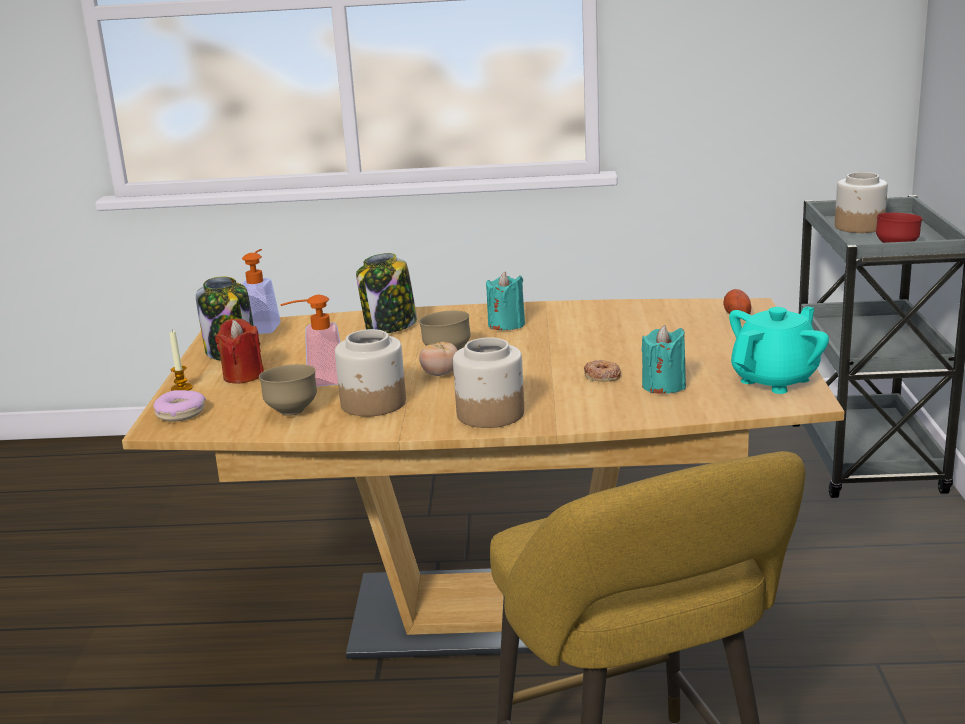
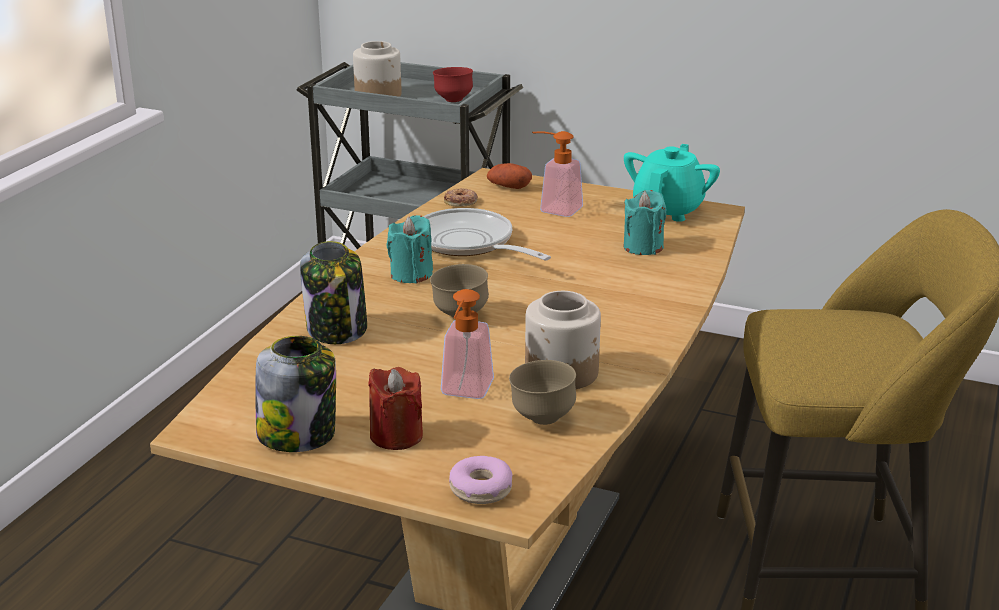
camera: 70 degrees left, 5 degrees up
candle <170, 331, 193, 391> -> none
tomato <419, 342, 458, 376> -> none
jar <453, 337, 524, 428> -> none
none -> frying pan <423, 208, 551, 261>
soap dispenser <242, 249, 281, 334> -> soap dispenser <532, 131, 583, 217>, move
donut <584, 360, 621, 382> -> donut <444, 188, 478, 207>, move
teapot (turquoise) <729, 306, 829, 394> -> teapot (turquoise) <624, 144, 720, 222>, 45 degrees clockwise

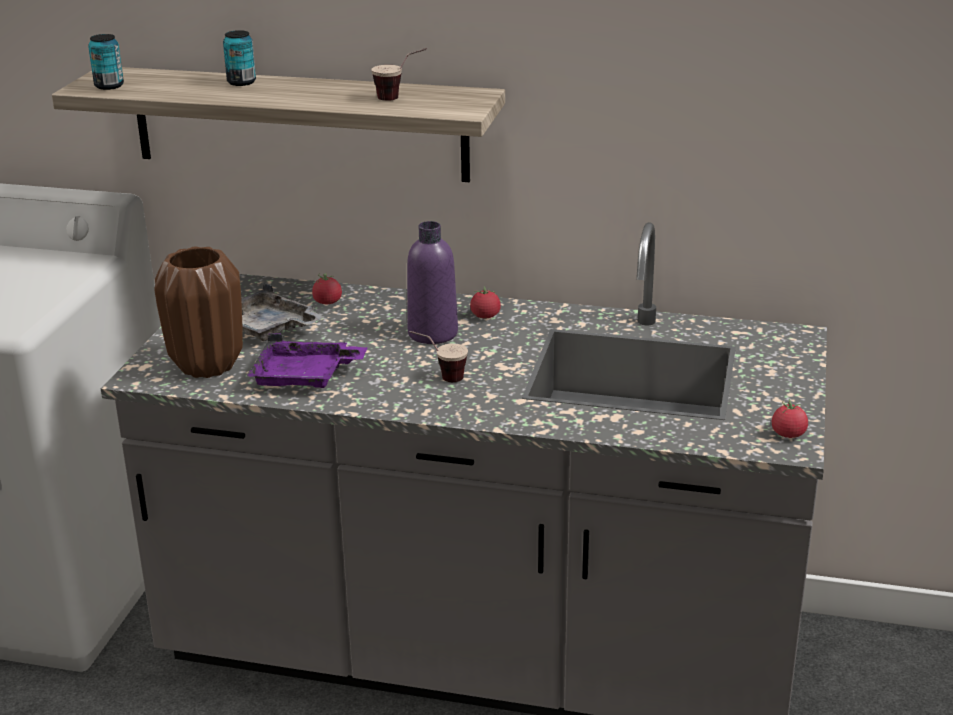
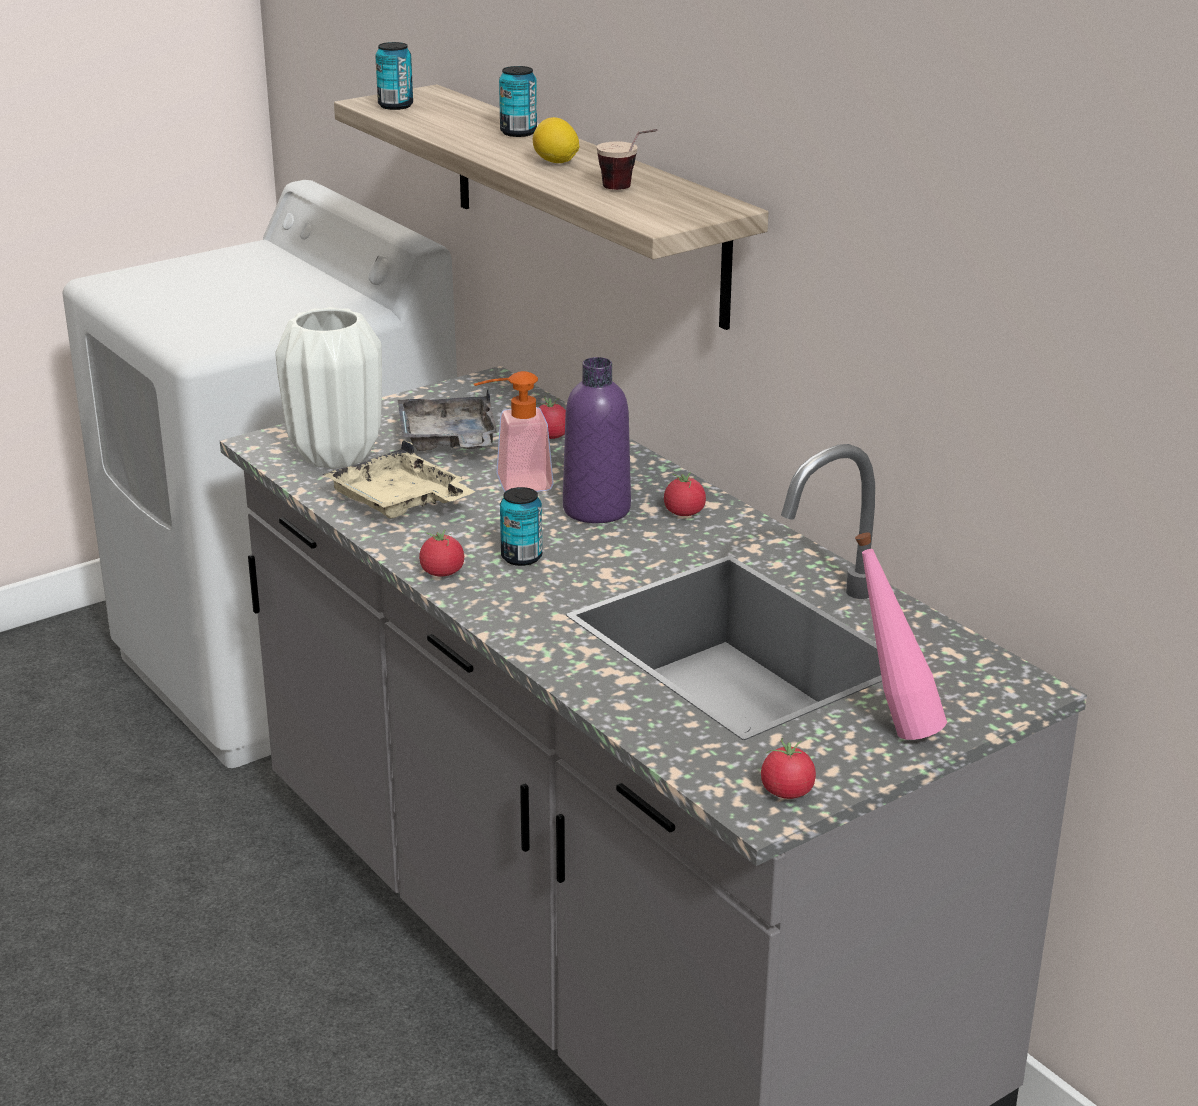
camera: 40 degrees right, 0 degrees up
none -> tomato <419, 529, 464, 577>
none -> soap dispenser <474, 371, 554, 492>
none -> lemon <533, 117, 580, 163>
none -> bottle (pink) <855, 532, 947, 740>
cup <410, 331, 468, 382> -> can <500, 487, 542, 566>
vase (brown) <154, 246, 243, 378> -> vase (white) <276, 307, 382, 469>
tray (purple) <247, 333, 368, 388> -> tray (beige) <322, 440, 476, 519>

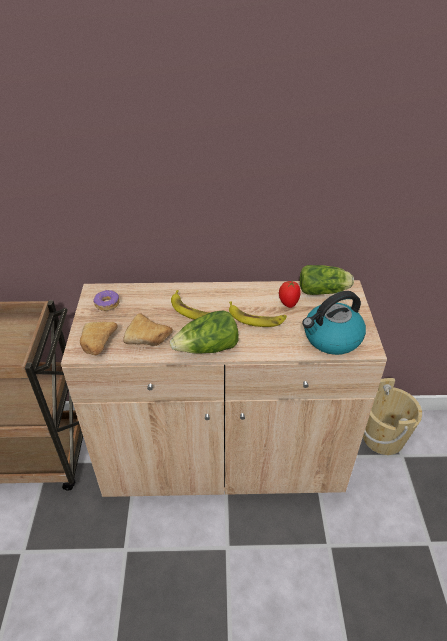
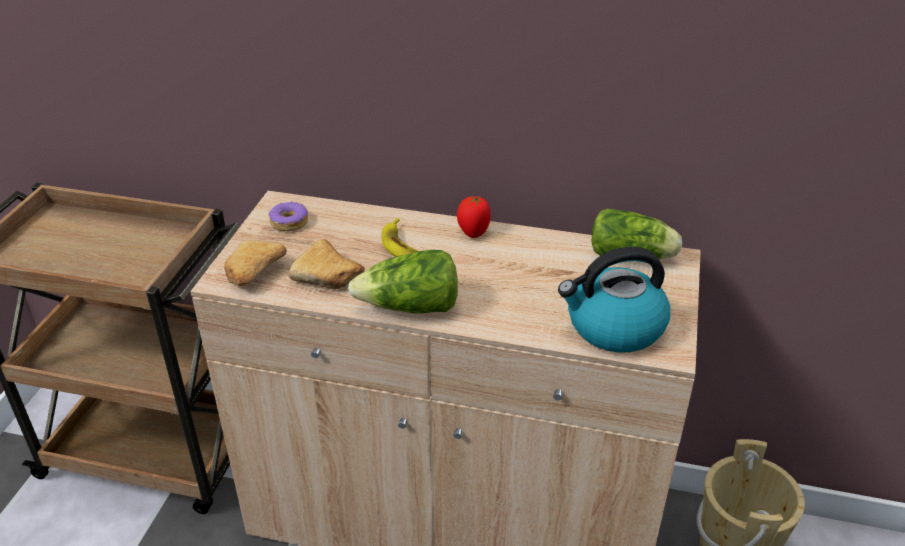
camera: 15 degrees right, 5 degrees down
banana <229, 302, 287, 327> -> none
tomato <279, 281, 301, 308> -> tomato <457, 196, 490, 238>, move

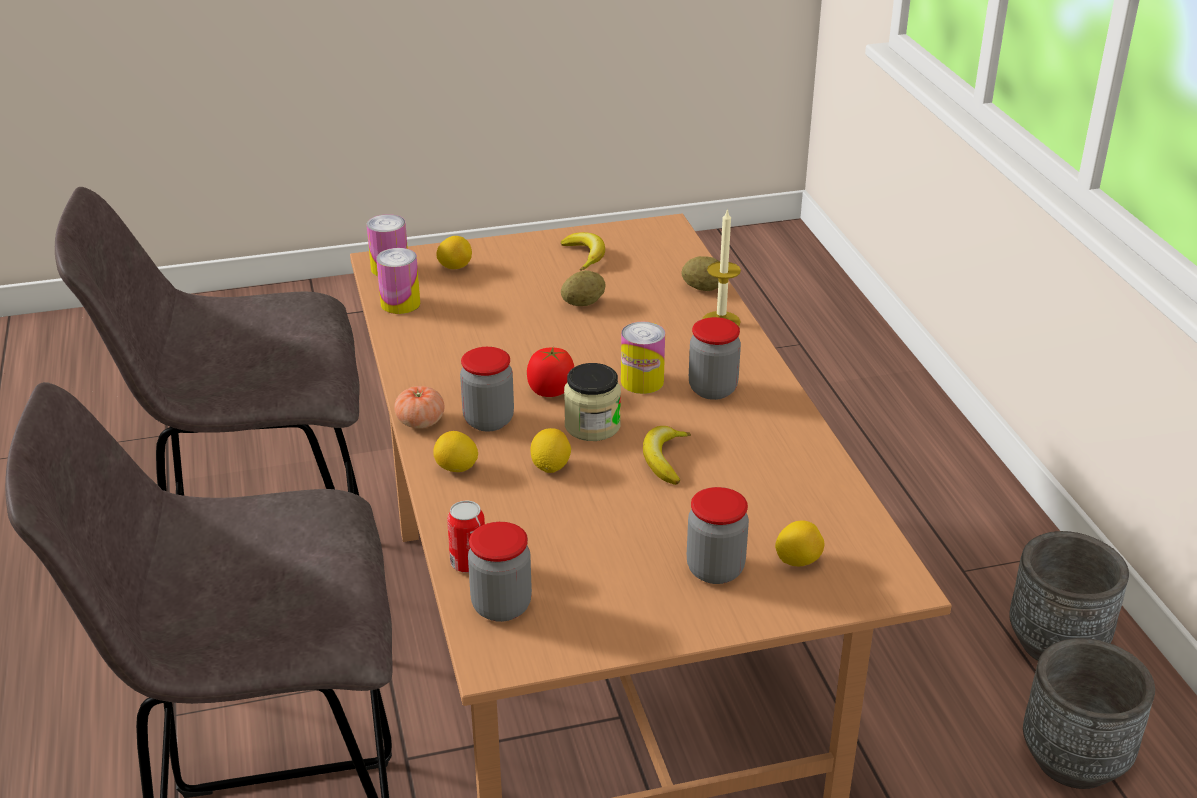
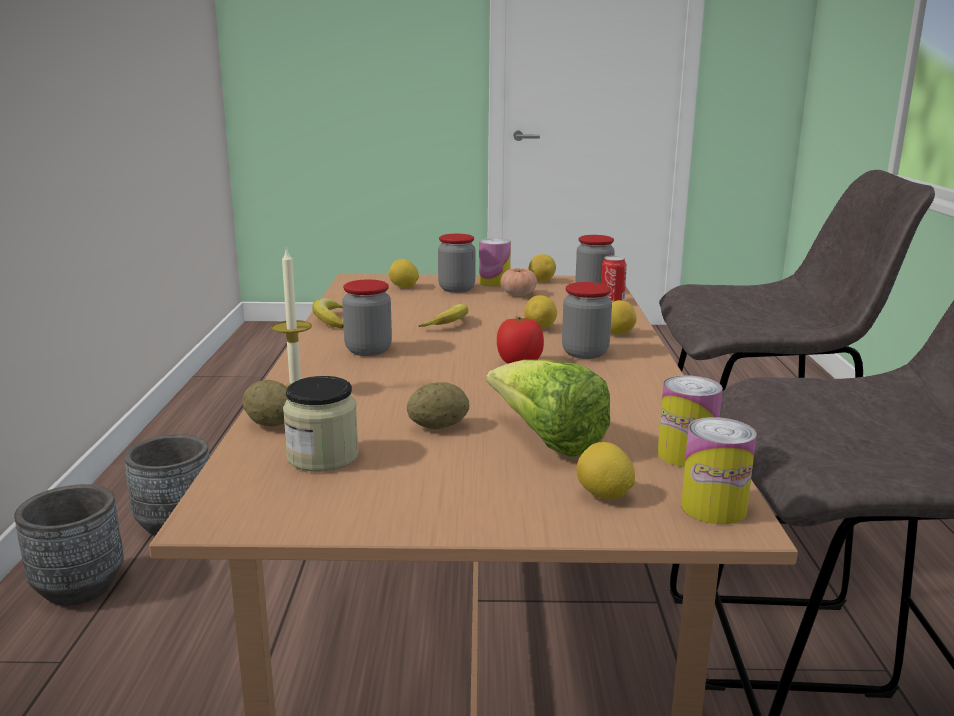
camera: 165 degrees left, 15 degrees down
none -> lettuce <486, 360, 610, 457>
none -> lemon <529, 254, 556, 282>
tomato <394, 386, 445, 428> -> tomato <501, 268, 537, 296>, move
banana <560, 232, 605, 271> -> banana <312, 298, 344, 328>, move
jar <564, 363, 621, 441> -> jar <283, 376, 359, 472>, move
can <621, 321, 665, 394> -> can <479, 238, 511, 287>, move

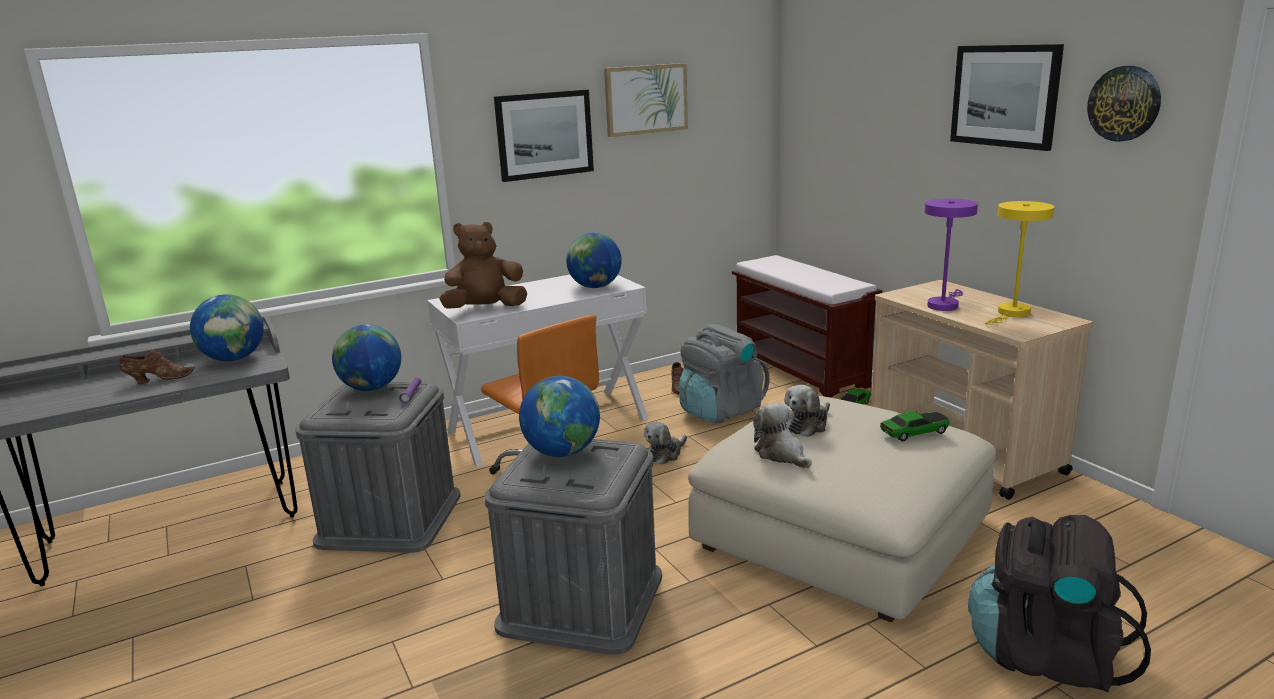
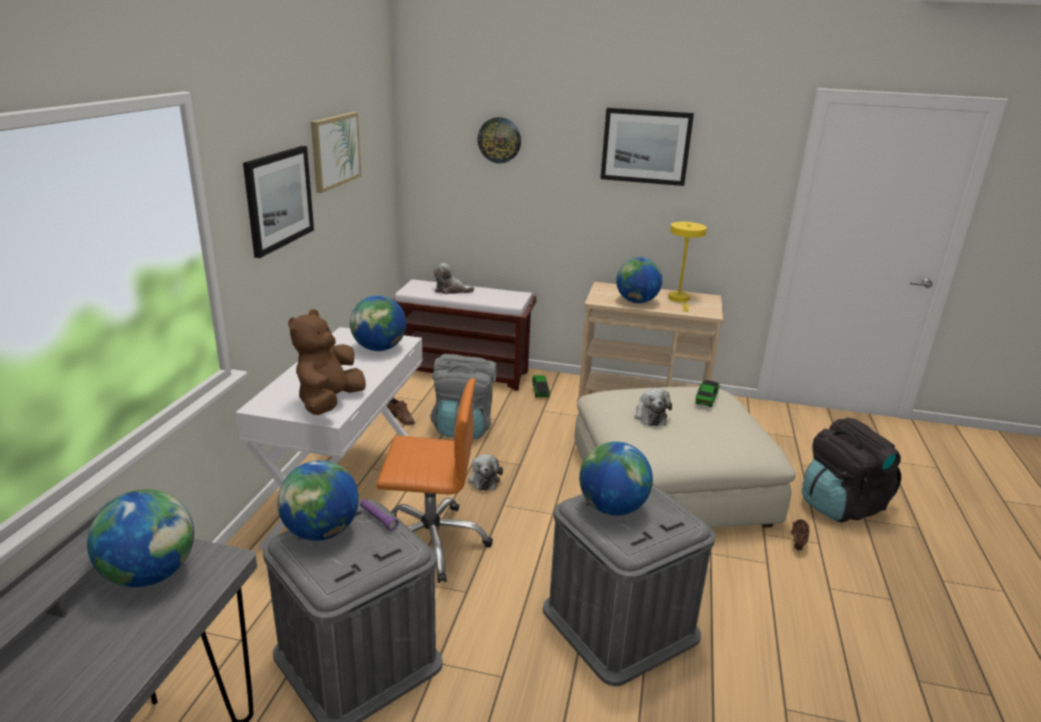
camera: 50 degrees left, 5 degrees up
shoe (brown) <120, 349, 195, 384> -> shoe (brown) <791, 519, 809, 550>, move
plush toy <753, 403, 812, 468> -> plush toy <433, 263, 474, 294>, move
wall clock <1087, 66, 1161, 142> -> wall clock <477, 117, 521, 164>, move
table lamp (purple) <925, 199, 978, 311> -> globe <616, 257, 662, 303>

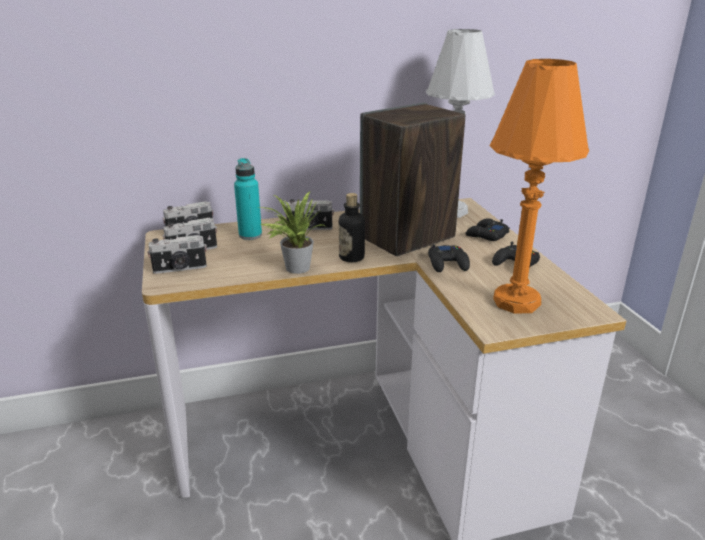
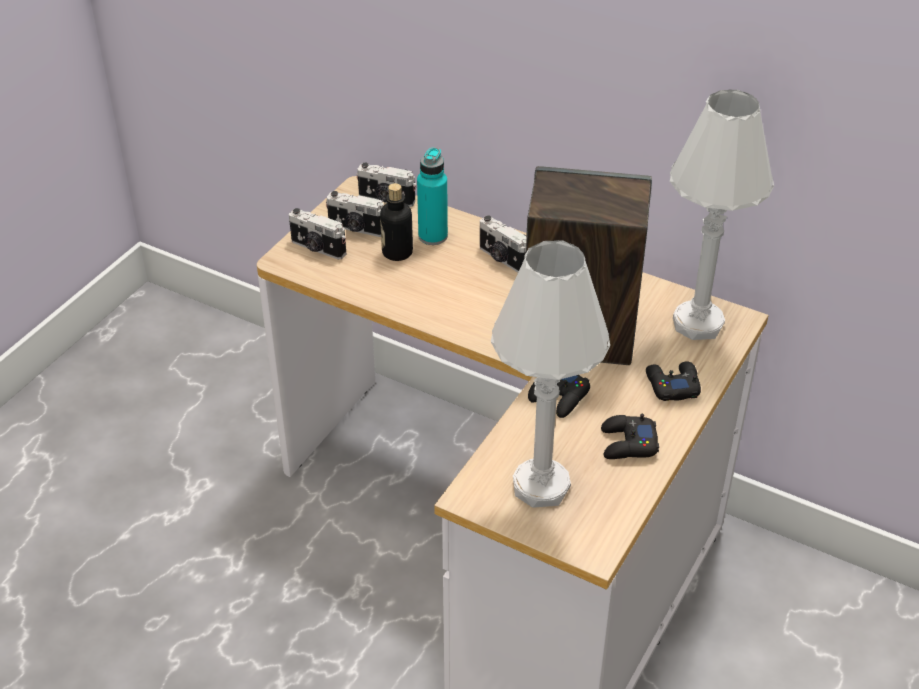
camera: 45 degrees right, 15 degrees up
potted plant <258, 192, 325, 274> -> none
bottle <339, 193, 365, 262> -> bottle <380, 183, 413, 261>, move
table lamp (orange) <490, 59, 589, 314> -> table lamp (white) <491, 240, 610, 508>

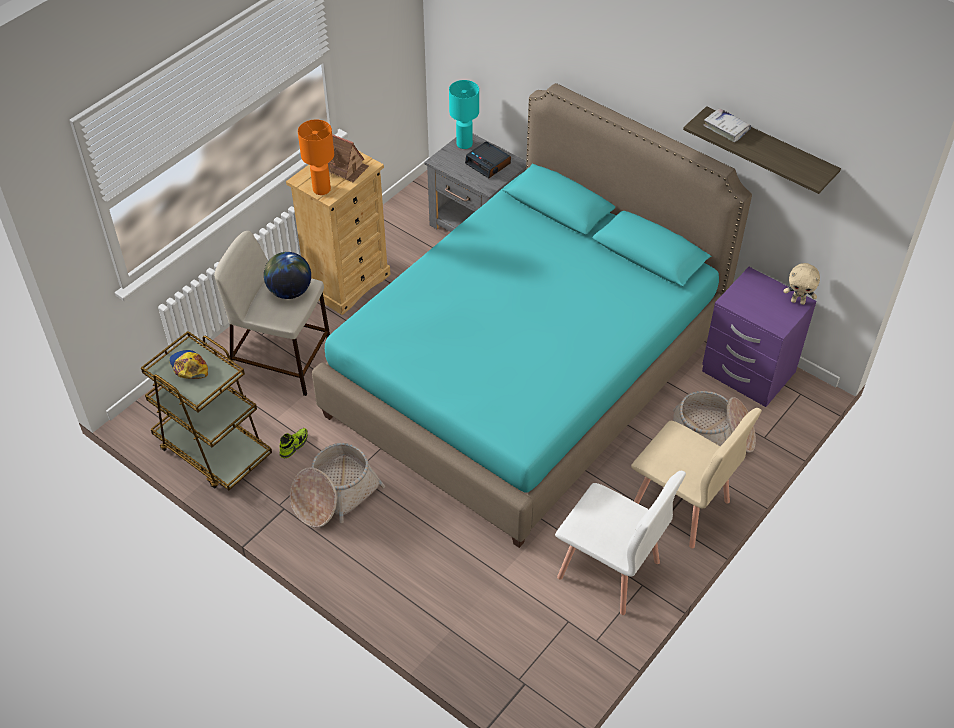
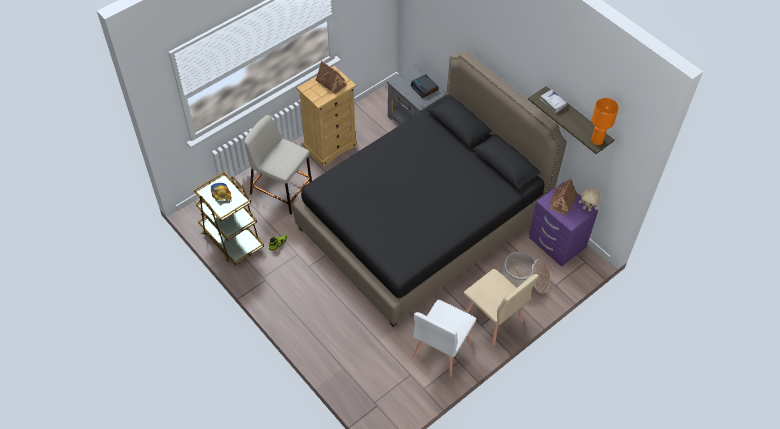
camera: 10 degrees right, 5 degrees up
globe <264, 252, 311, 299> -> none
basket <290, 443, 385, 528> -> none
table lamp (turquoise) <449, 80, 479, 149> -> none
none -> toy house <549, 178, 577, 215>
table lamp (orange) <298, 119, 334, 195> -> table lamp (orange) <591, 98, 619, 145>, move
bed (turquoise) <312, 83, 752, 548> -> bed (black) <293, 51, 567, 327>
chair (white) <555, 471, 686, 615> -> chair (white) <413, 300, 476, 377>, 75 degrees clockwise

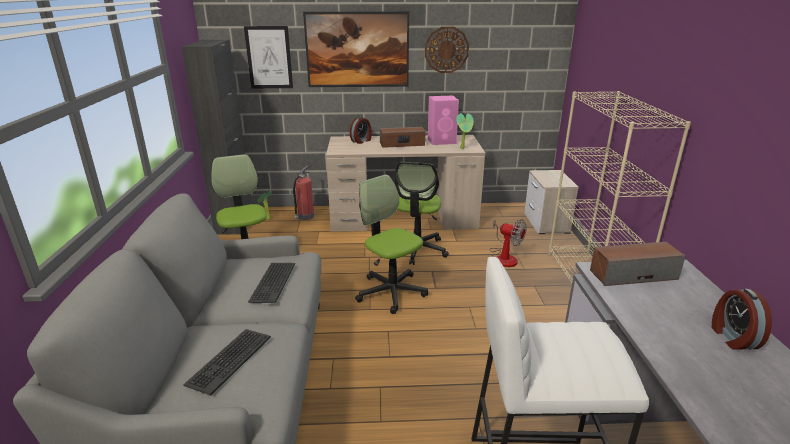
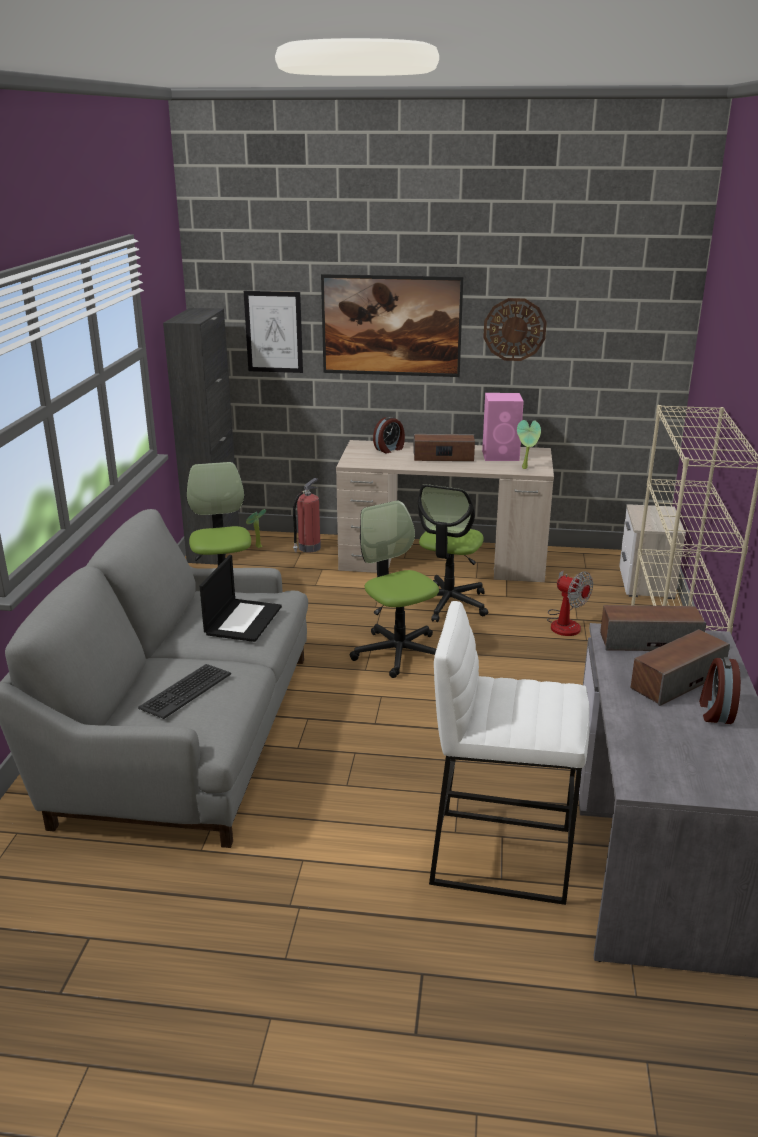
camera: 10 degrees right, 0 degrees up
none -> speaker <631, 629, 730, 706>
keyboard <248, 263, 295, 303> -> laptop <200, 555, 282, 642>

